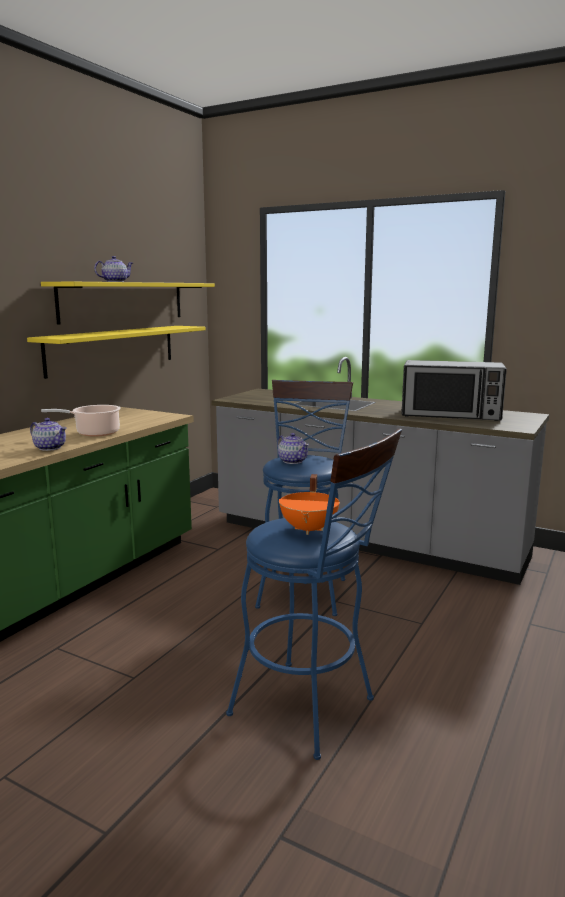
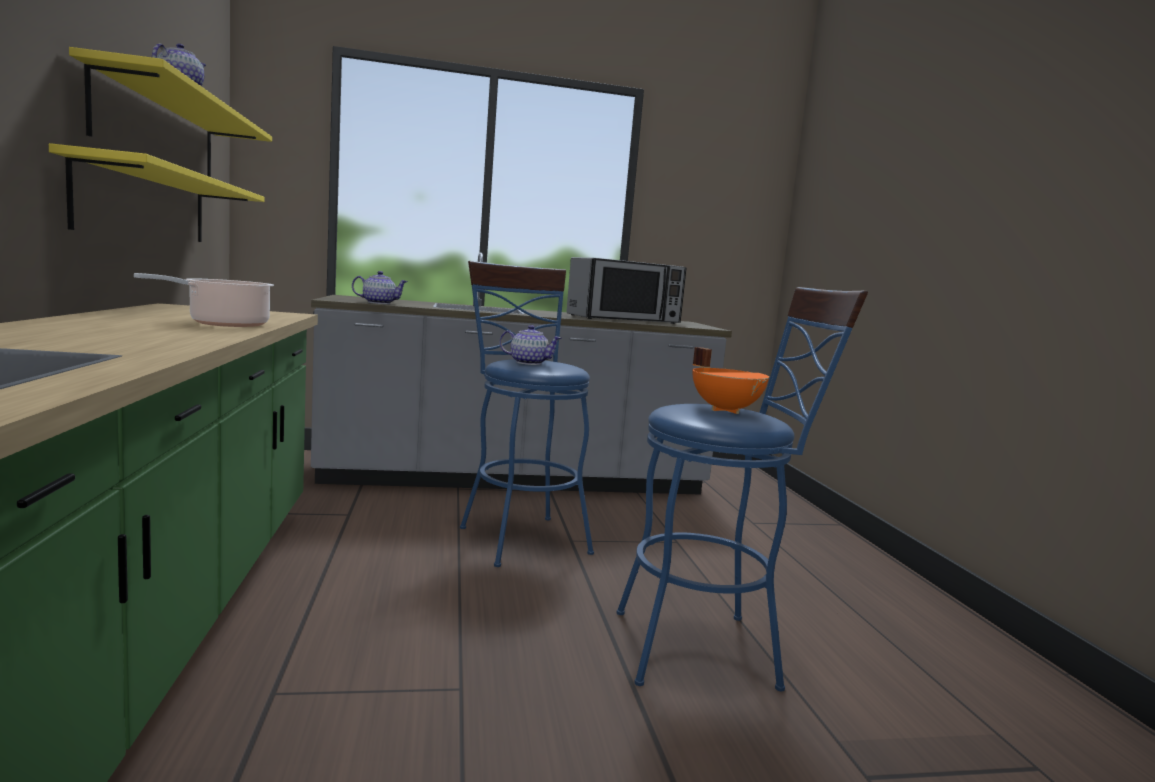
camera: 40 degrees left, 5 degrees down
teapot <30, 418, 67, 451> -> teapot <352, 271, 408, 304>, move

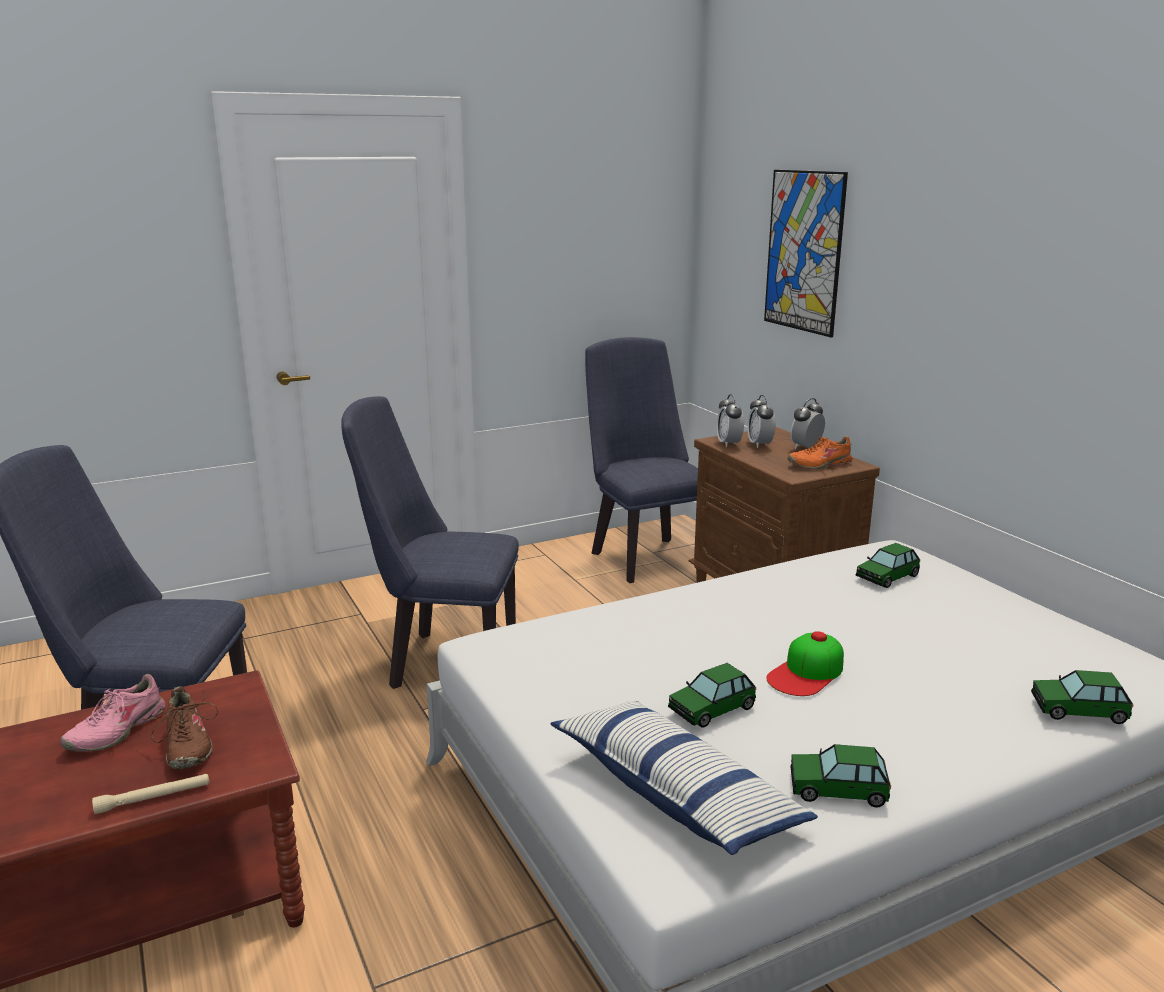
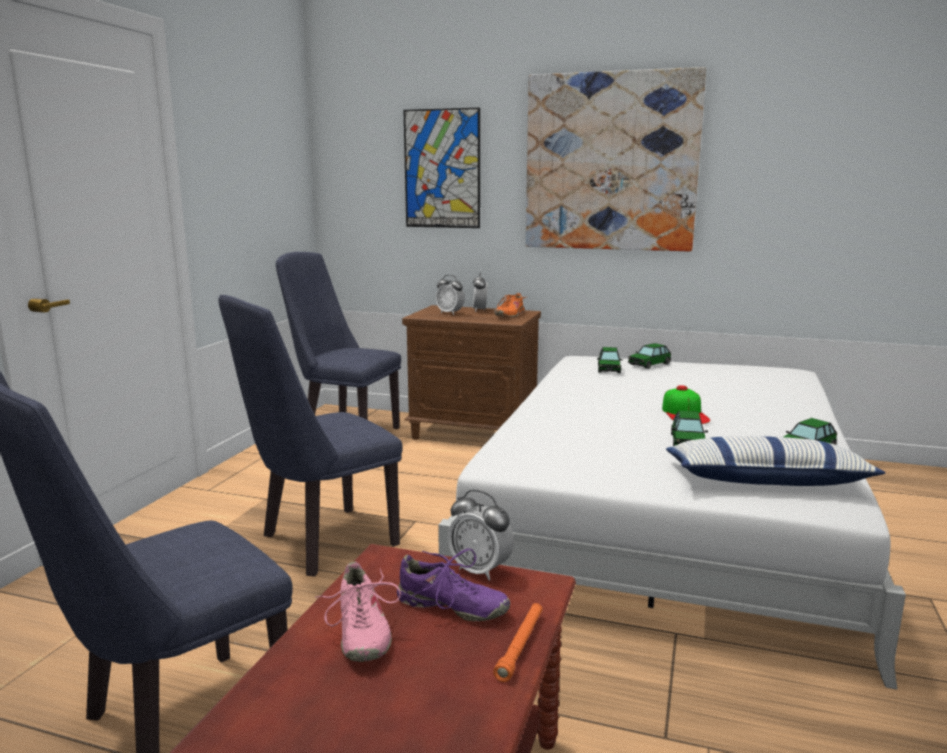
camera: 45 degrees left, 5 degrees down
none -> picture <526, 67, 706, 252>
alarm clock <717, 394, 744, 447> -> alarm clock <448, 489, 514, 581>, move
toy car <1031, 670, 1134, 724> -> toy car <628, 343, 671, 369>, move
flashlight (beige) <92, 774, 209, 814> -> flashlight (orange) <493, 603, 543, 682>
shoe (brown) <143, 686, 218, 769> -> shoe (purple) <397, 549, 510, 621>

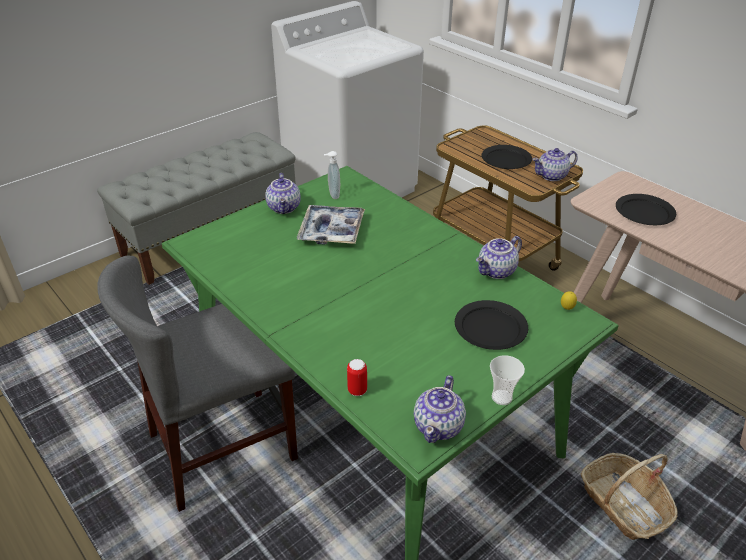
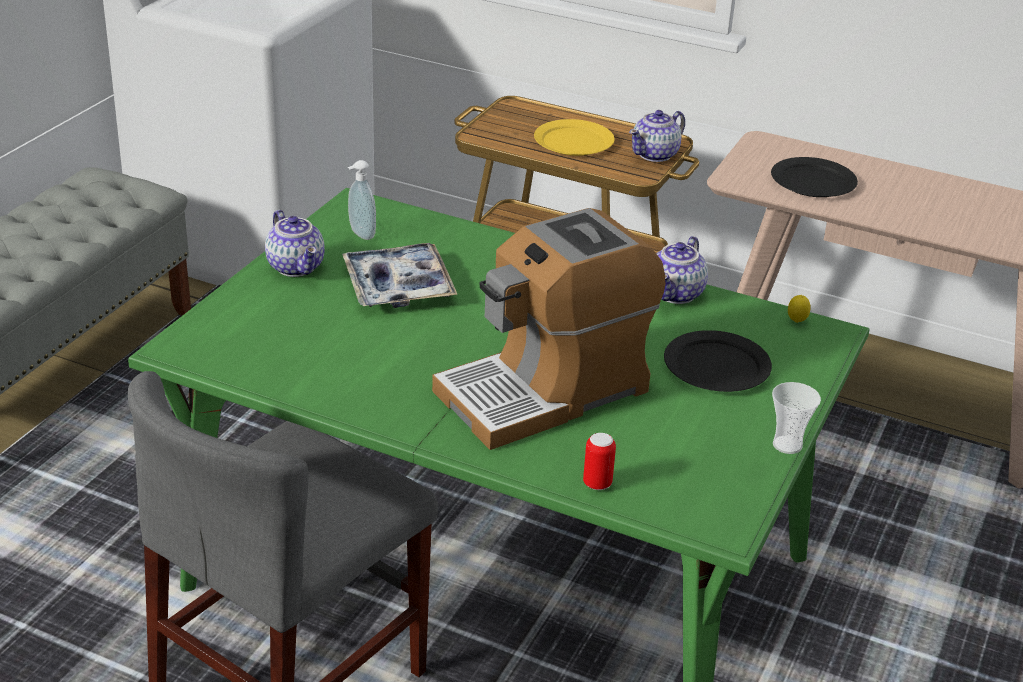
camera: 25 degrees left, 5 degrees down
teapot <414, 375, 466, 443> -> none
basket <581, 453, 678, 540> -> none
none -> coffee machine <432, 208, 665, 450>
plate (black) <482, 145, 532, 169> -> plate (yellow) <534, 119, 615, 156>

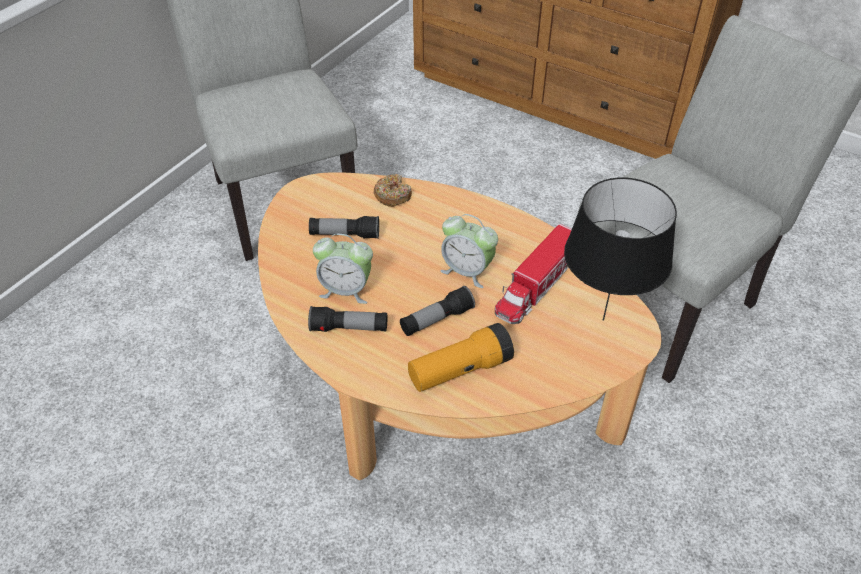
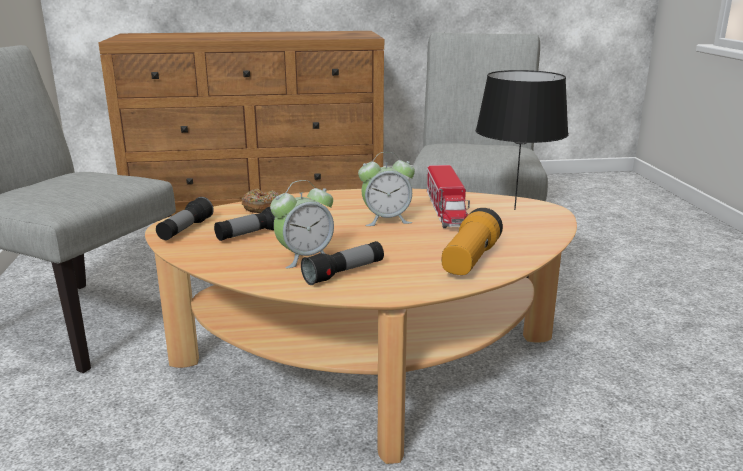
camera: 40 degrees left, 25 degrees down
flashlight <400, 286, 475, 336> -> flashlight <156, 197, 214, 240>, move

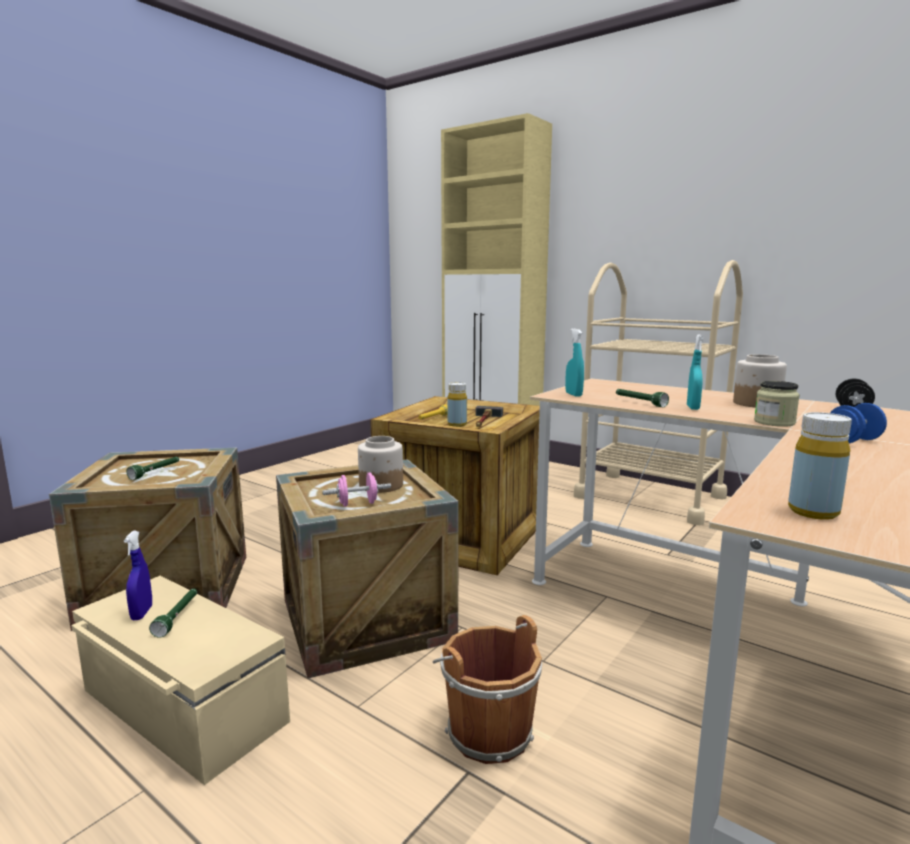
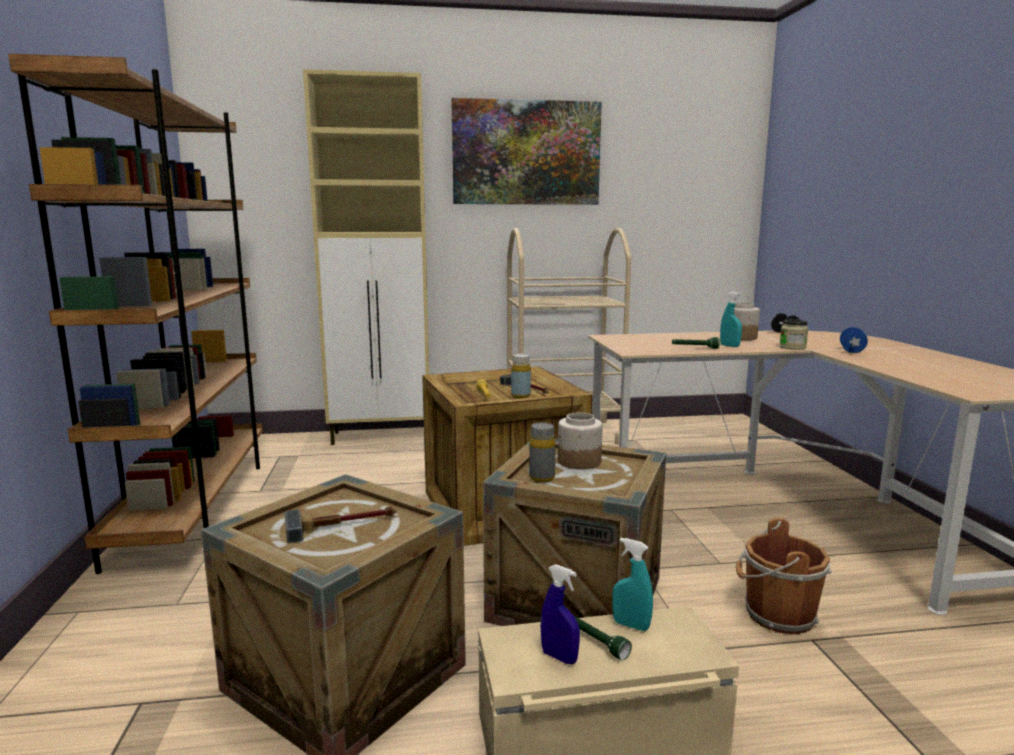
camera: 45 degrees left, 0 degrees up
dumbbell (pink) <322, 472, 391, 507> -> none
bottle (yellow) <788, 412, 852, 520> -> none
none -> bookcase (brown) <8, 54, 263, 574>
none -> picture <451, 98, 602, 205>
none -> bottle (grey) <529, 423, 555, 482>
spray bottle (turquoise) <565, 328, 584, 397> -> spray bottle (turquoise) <612, 538, 653, 631>, move
flashlight (green) <126, 457, 179, 480> -> hammer <284, 507, 397, 543>

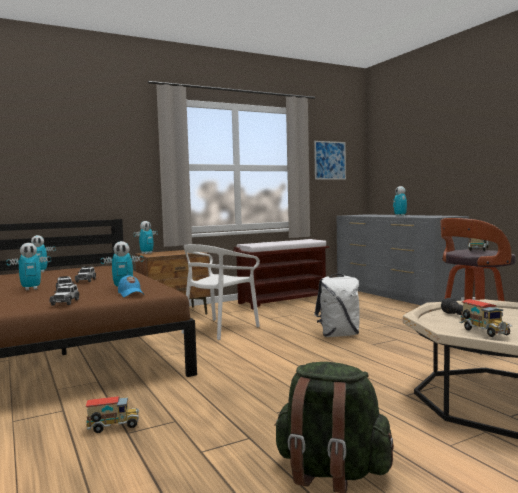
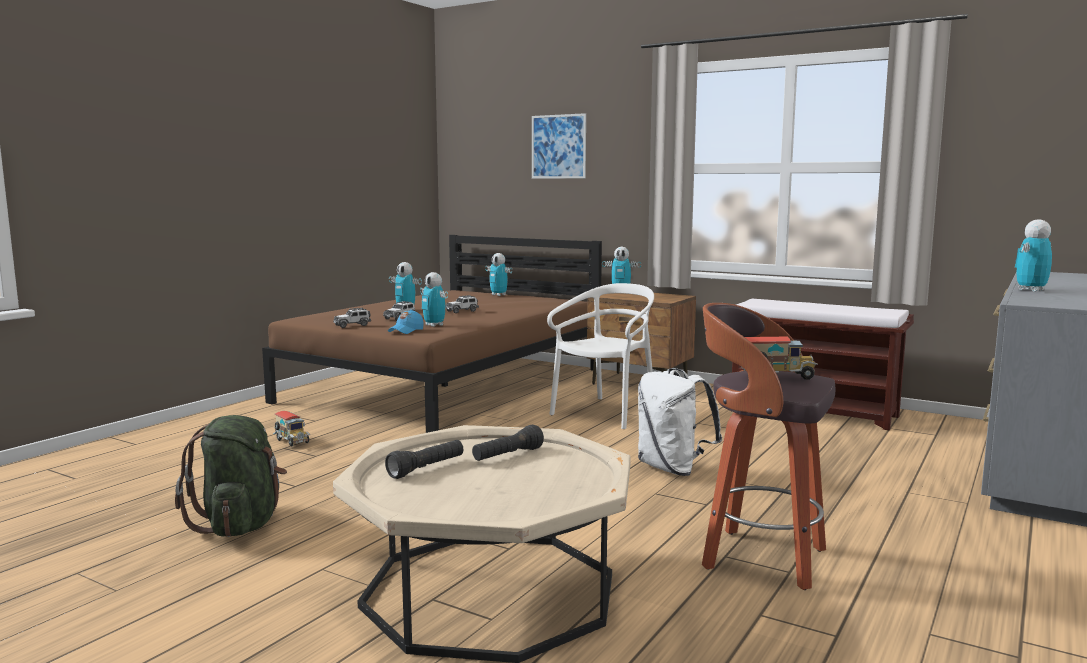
camera: 60 degrees right, 5 degrees up
picture <314, 141, 346, 180> -> picture <532, 113, 586, 179>, move
toy truck <459, 299, 512, 337> -> flashlight (black) <385, 440, 463, 479>
chair (white) <181, 244, 260, 340> -> chair (white) <547, 283, 654, 429>, 120 degrees clockwise

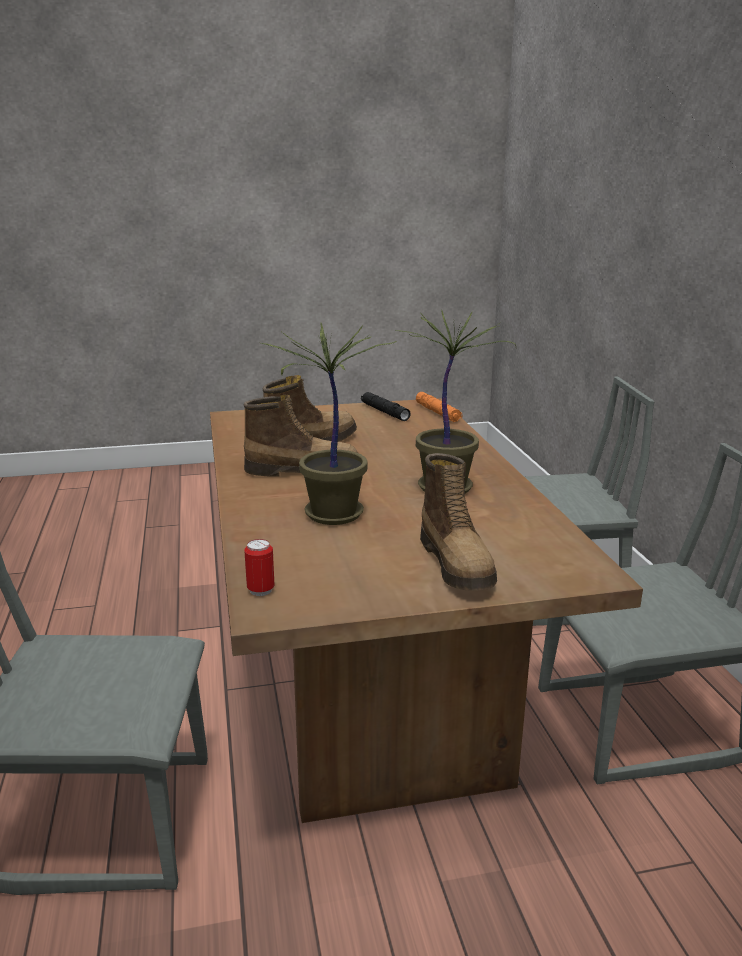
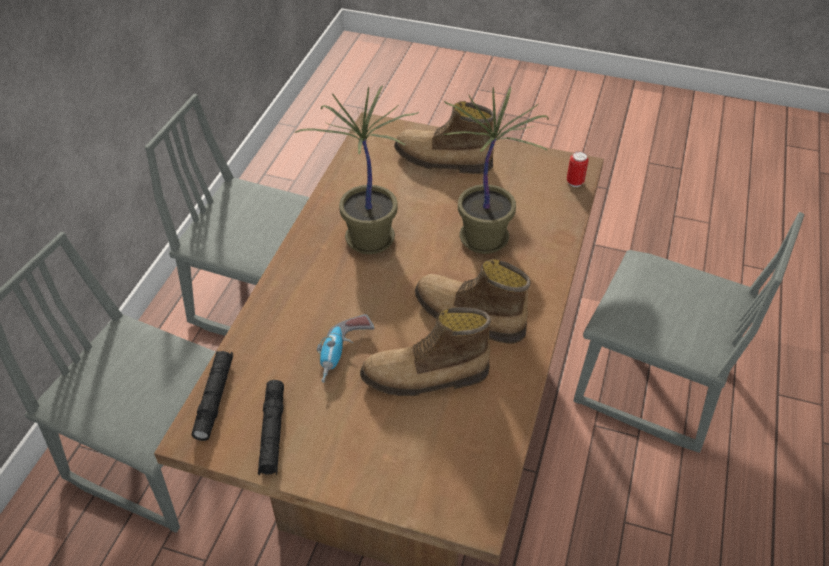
camera: 150 degrees left, 25 degrees up
none -> power drill <317, 314, 374, 382>
flashlight (orange) <416, 392, 463, 422> -> flashlight (black) <192, 351, 233, 441>
boot <420, 453, 497, 591> -> boot <394, 101, 494, 174>, 90 degrees counterclockwise

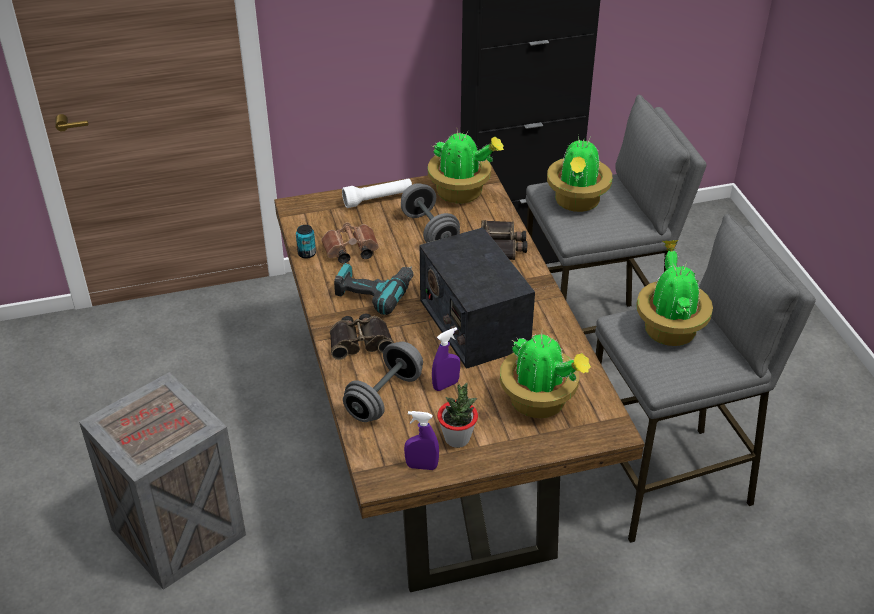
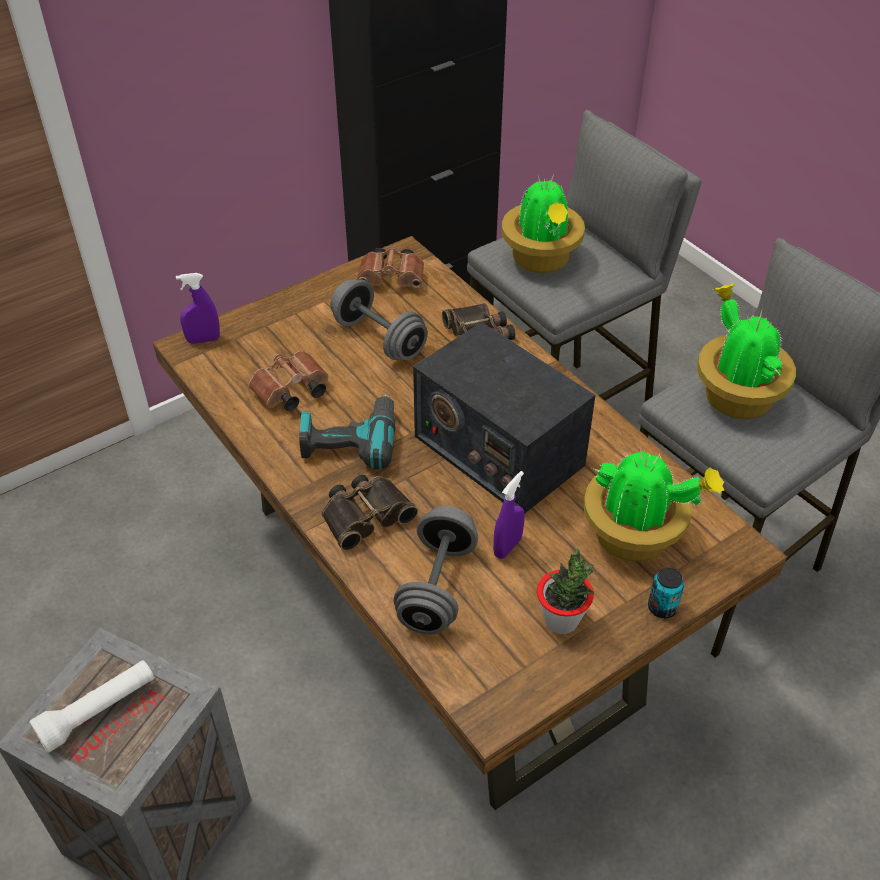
camera: 20 degrees left, 5 degrees up
can <296, 225, 316, 259> -> can <648, 567, 684, 618>, move
flashlight (white) <342, 179, 412, 208> -> flashlight (white) <29, 660, 154, 753>, move
spray bottle (purple) <404, 411, 439, 470> -> spray bottle (purple) <176, 273, 220, 344>, move
potted plant <428, 131, 504, 203> -> binoculars (brown) <357, 246, 424, 288>

